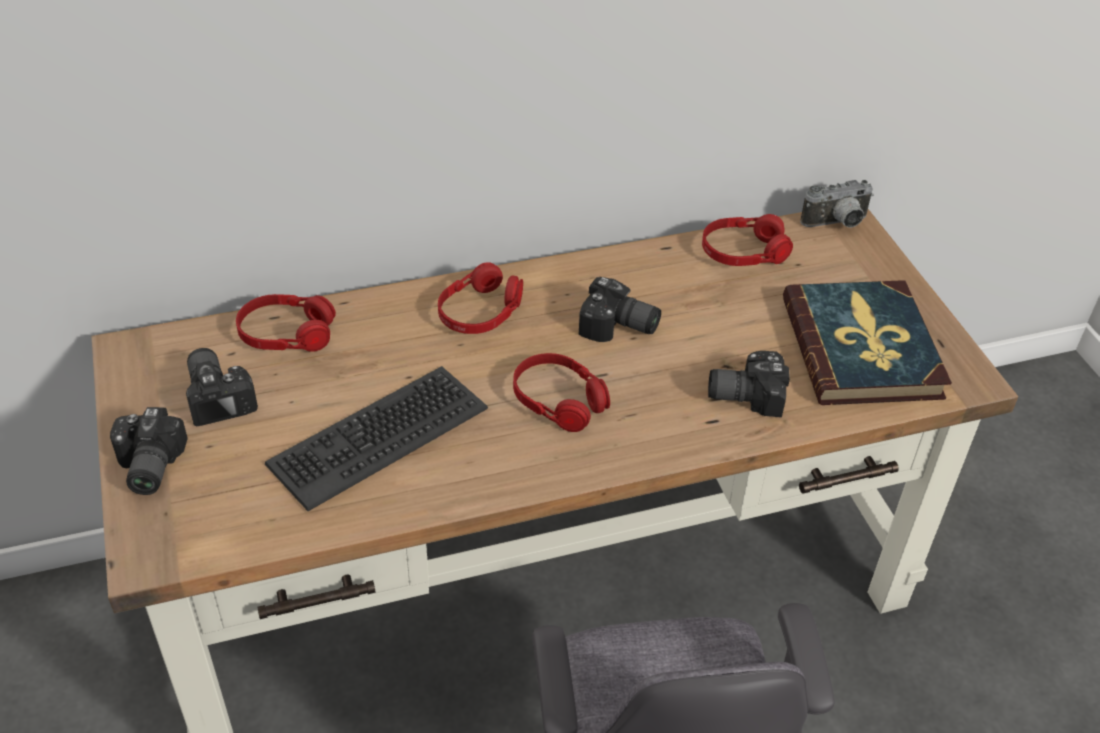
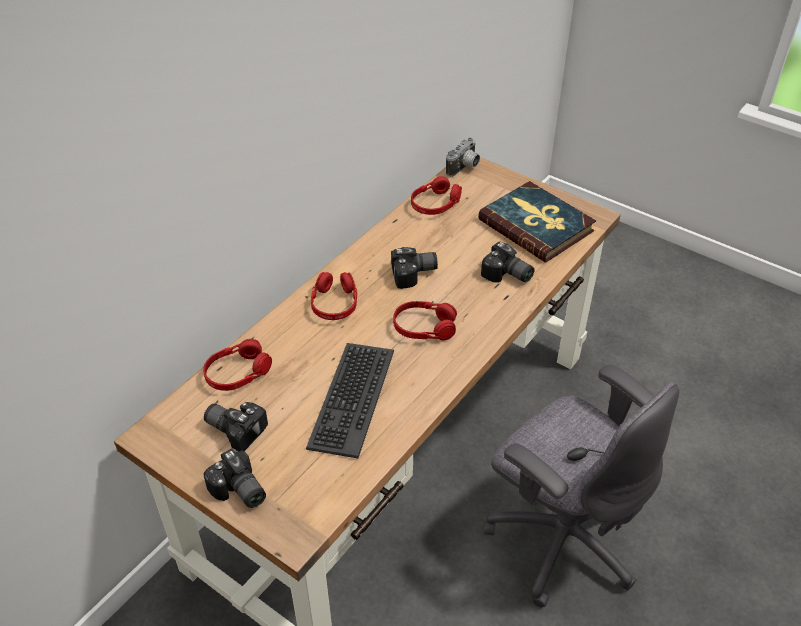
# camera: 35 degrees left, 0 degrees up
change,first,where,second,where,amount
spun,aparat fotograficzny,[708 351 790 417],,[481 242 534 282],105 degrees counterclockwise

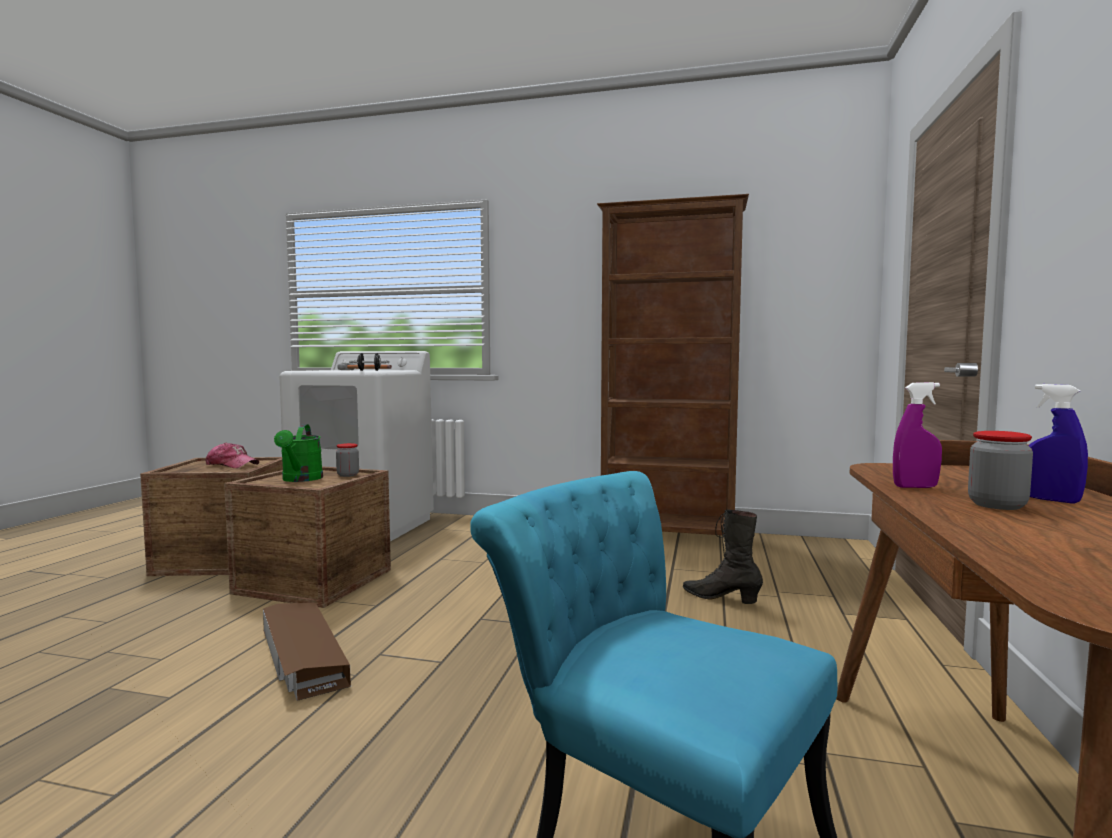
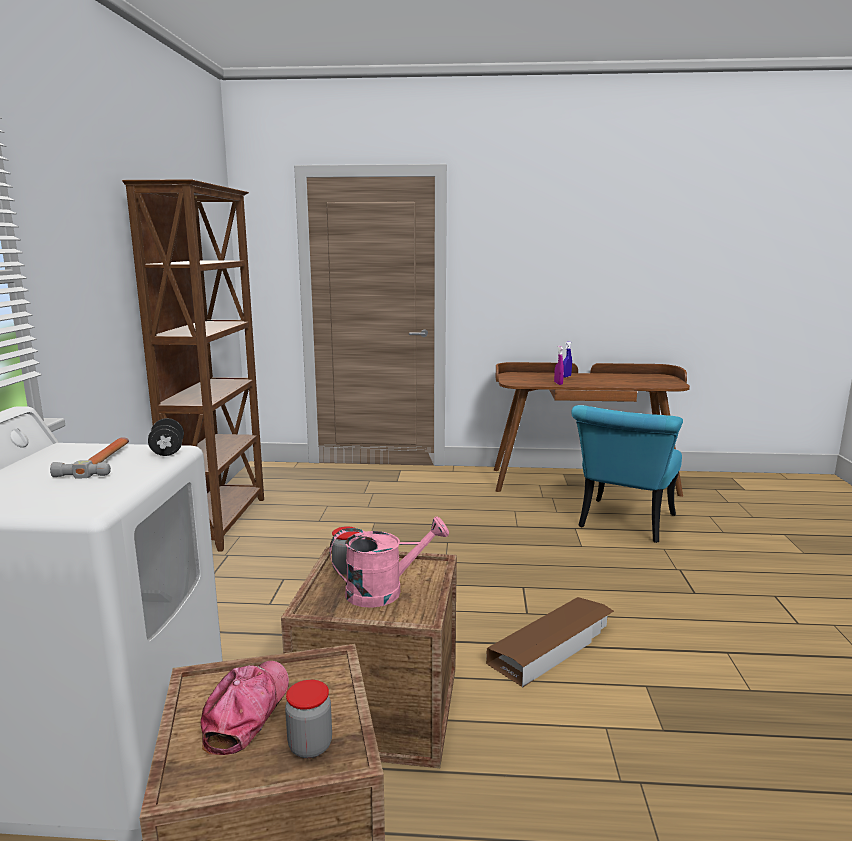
# camera: 100 degrees left, 10 degrees up
change,first,where,second,where,amount
missing,but z cholewką/czarny,[683 509 763 604],,,
relocated,słoik,[968 431 1033 510],,[285 680 332 758],
colour,konewka/zielony,[274 424 323 482],konewka/różowy,[329 517 449 608],

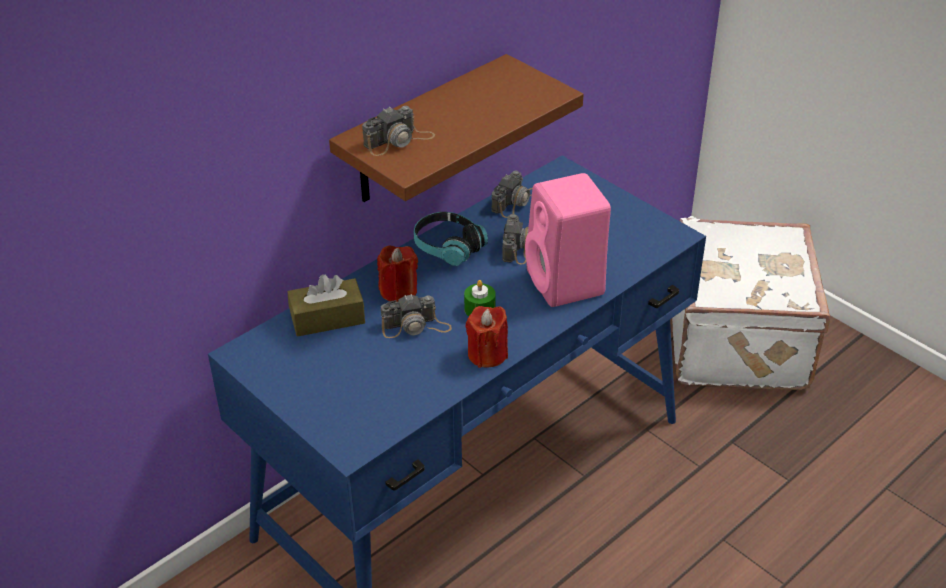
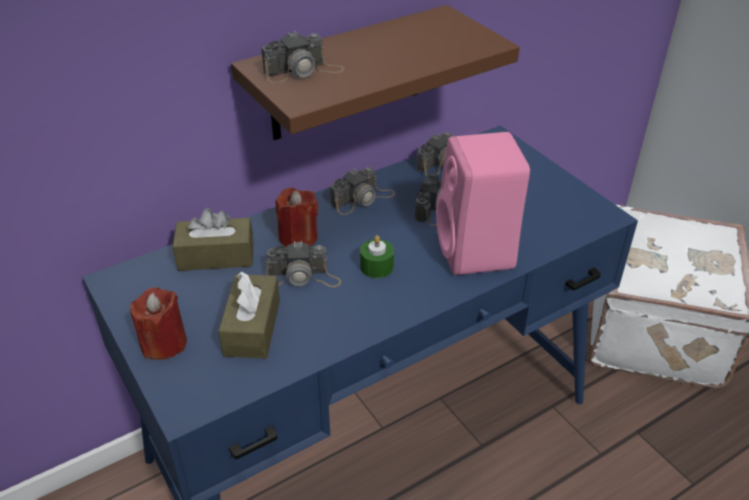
# camera: 10 degrees right, 0 degrees up
change,first,where,second,where,amount
appeared,,,pudełko chusteczek/brązowy,[218 272 280 358],
relocated,świeca/czerwony,[465 306 508 368],,[130 288 187 360],
exchanged,słuchawki,[414 212 488 266],aparat fotograficzny,[330 167 395 215],

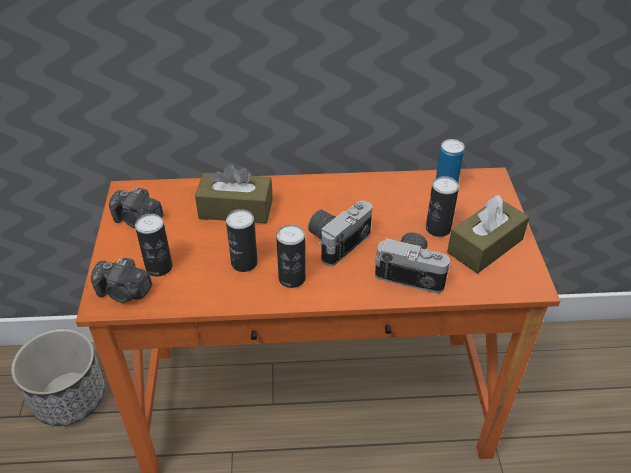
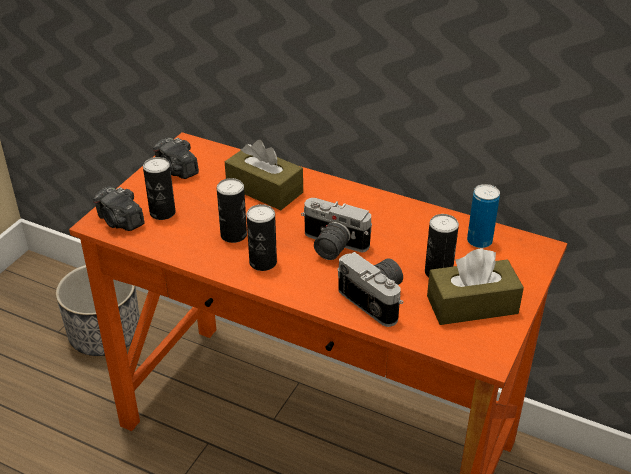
# camera: 30 degrees right, 5 degrees down
change,first,where,second,where,amount
spun,aparat fotograficzny,[308 201 372 267],,[301 198 372 260],135 degrees counterclockwise

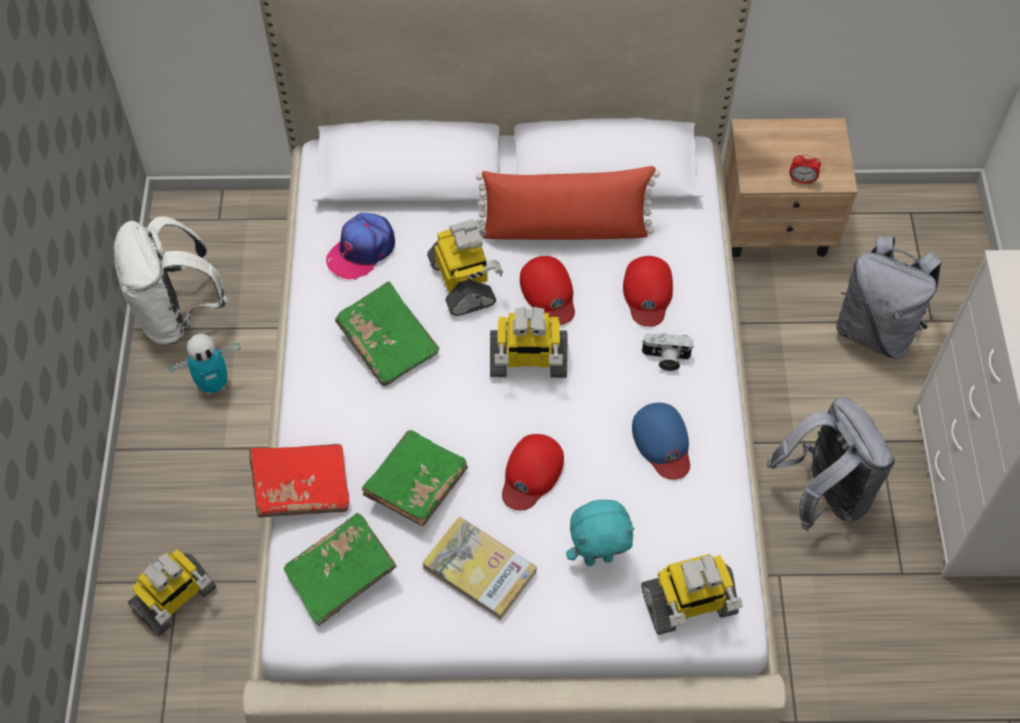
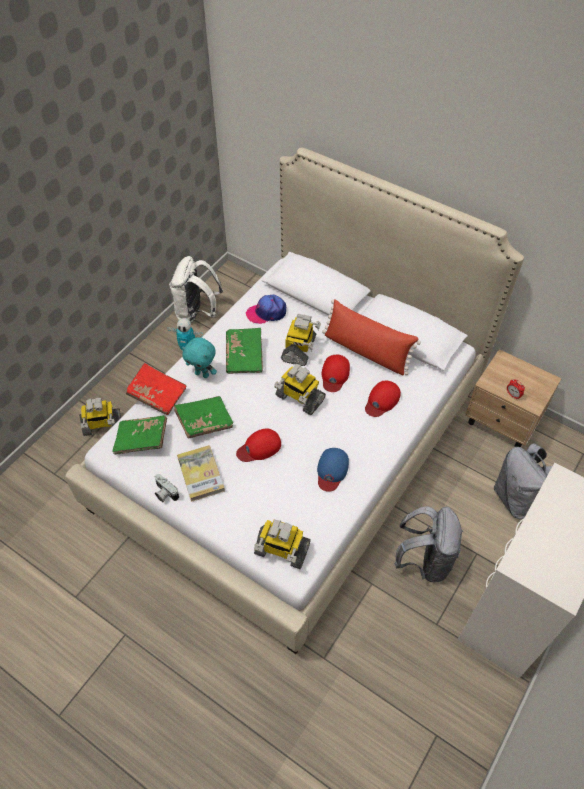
# camera: 35 degrees right, 5 degrees down
change,first,where,second,where,amount
relocated,pluszak/turkusowy,[566 500 635 566],,[182 337 217 378],
relocated,aparat fotograficzny,[641 333 694 371],,[155 474 179 502],

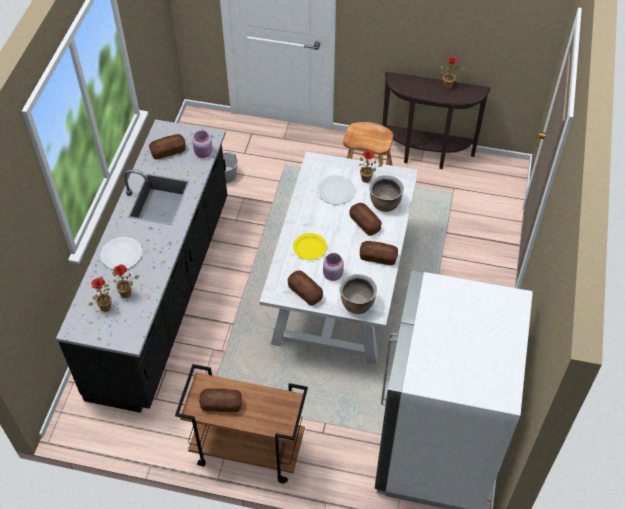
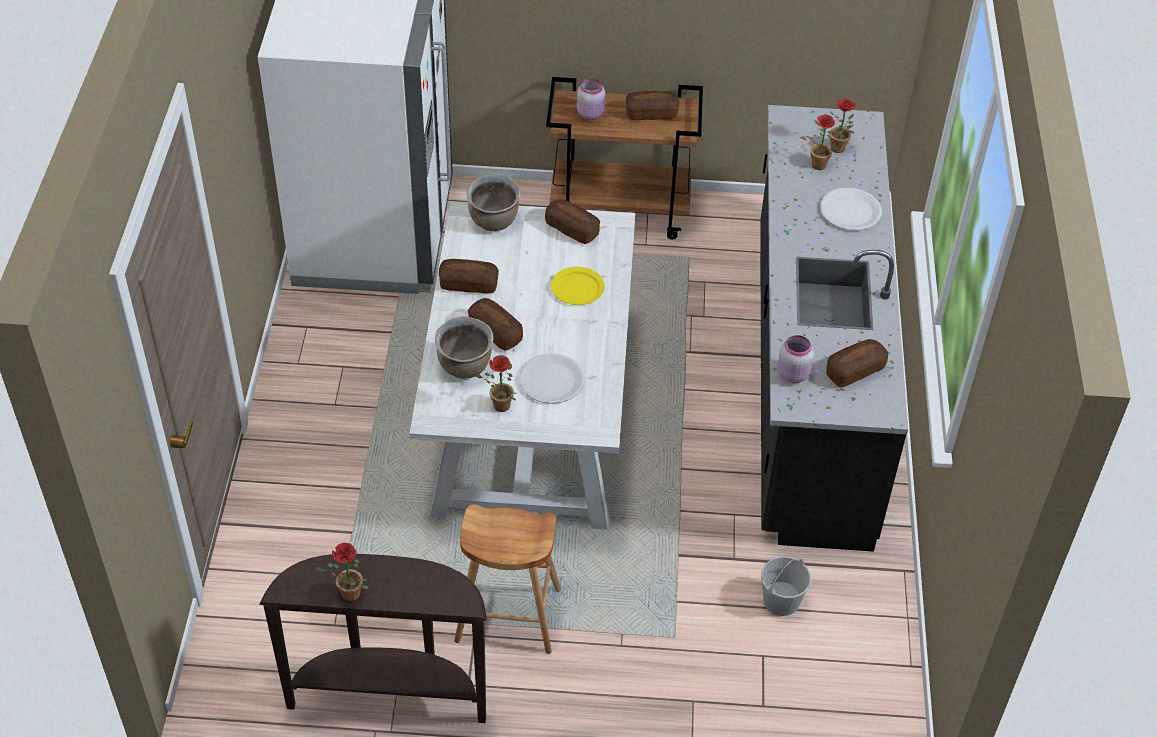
# camera: 170 degrees right, 5 degrees down
change,first,where,second,where,amount
relocated,słoik/różowy,[323 253 344 281],,[577 78 605 120],

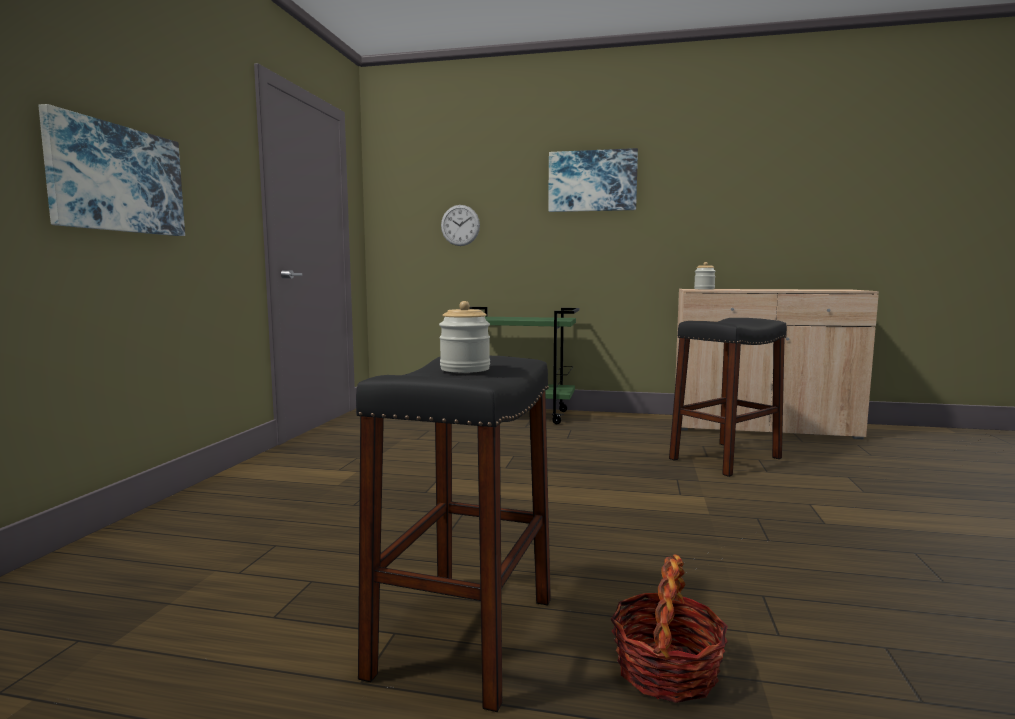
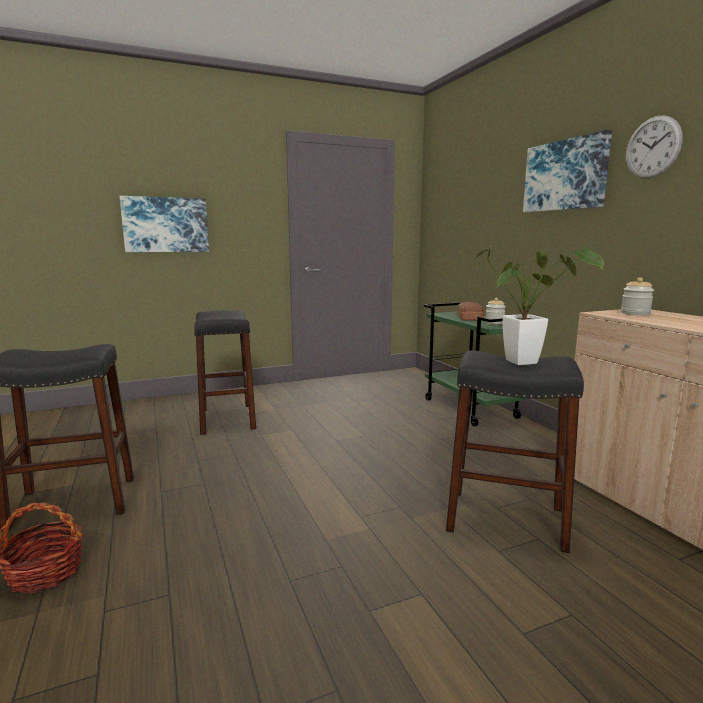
# camera: 55 degrees right, 5 degrees up
change,first,where,second,where,amount
appeared,,,stołek/czarny,[194 310 256 435],
appeared,,,chleb,[457 302 484 321],
appeared,,,roślina doniczkowa,[474 245 604 365],
relocated,słoik,[439 301 490 373],,[485 298 506 325],
relocated,zegar ścienny,[441 205 480 246],,[626 115 683 179],

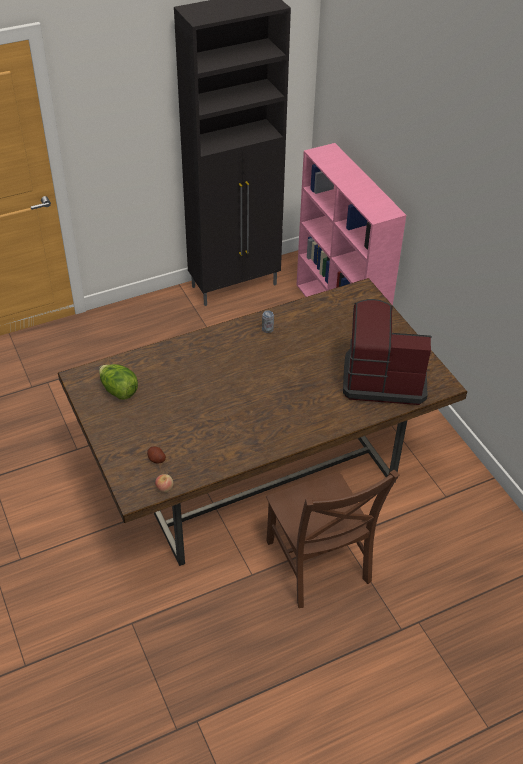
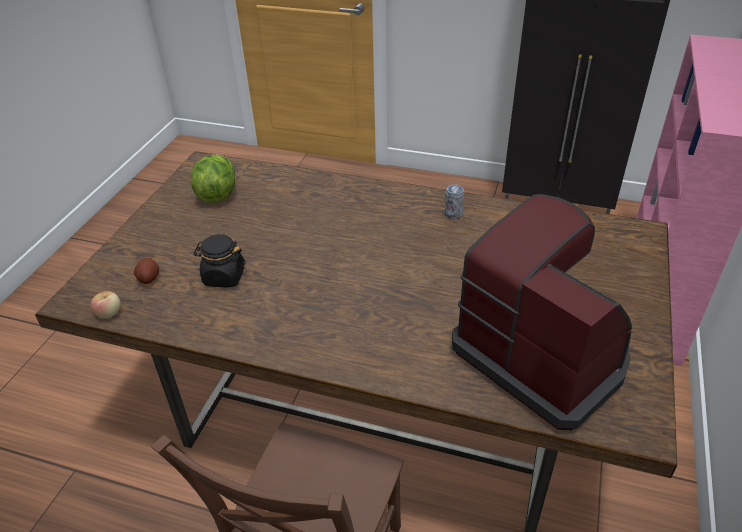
# camera: 45 degrees right, 5 degrees down
change,first,where,second,where,amount
appeared,,,słoik/czarny,[193 234 246 287],

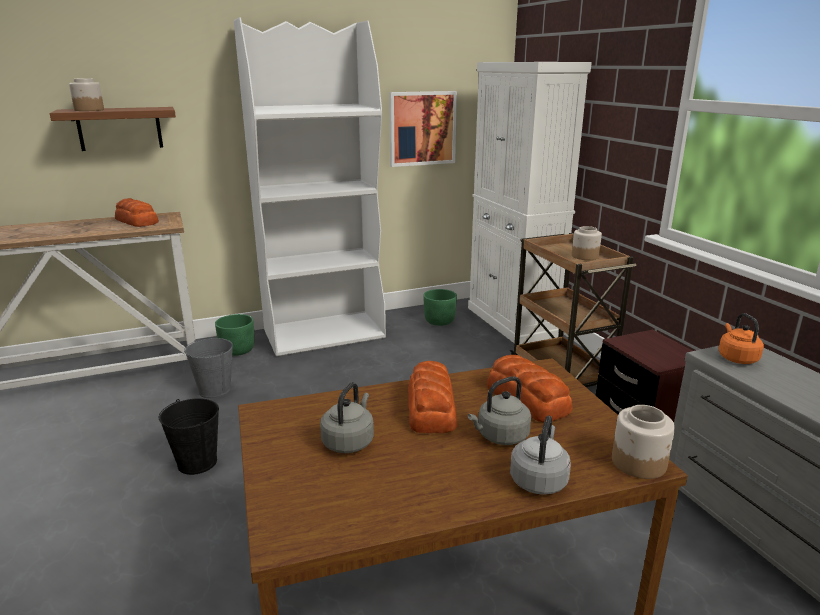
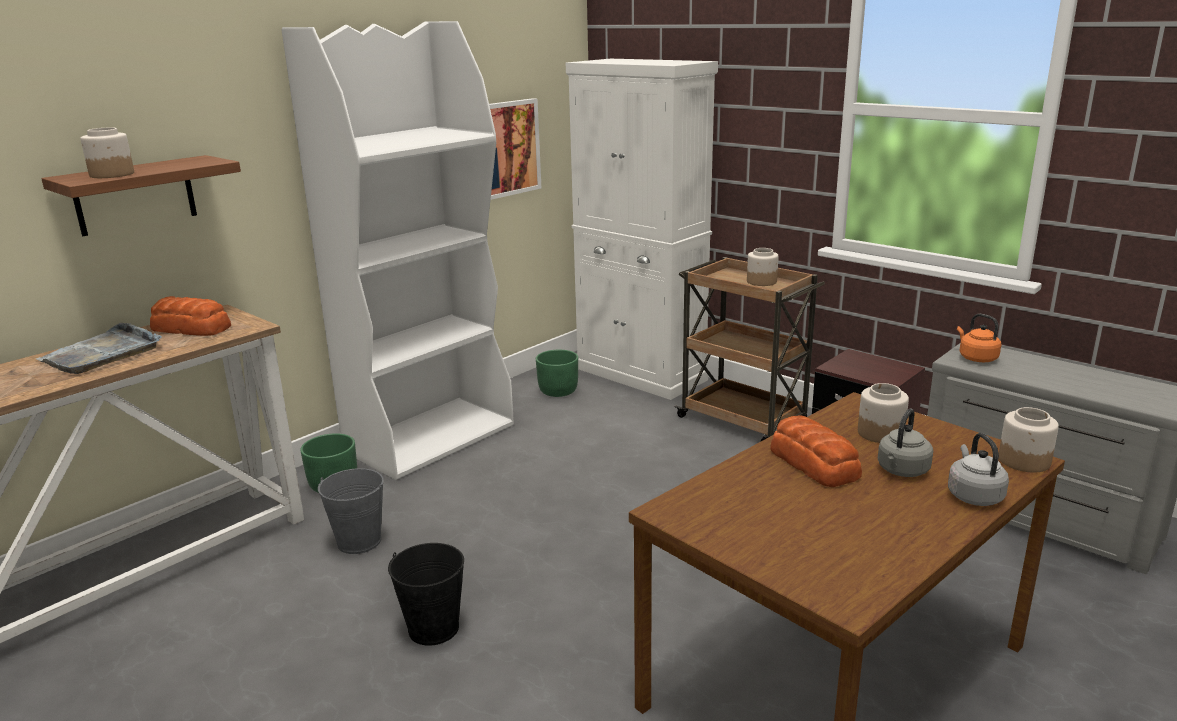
# camera: 25 degrees left, 0 degrees up
change,first,where,second,where,amount
missing,czajnik/szary,[320 382 374 453],,,
appeared,,,taca/szary,[36 323 162 374],
exchanged,chleb,[487 355 572 422],słoik,[858 383 909 443],

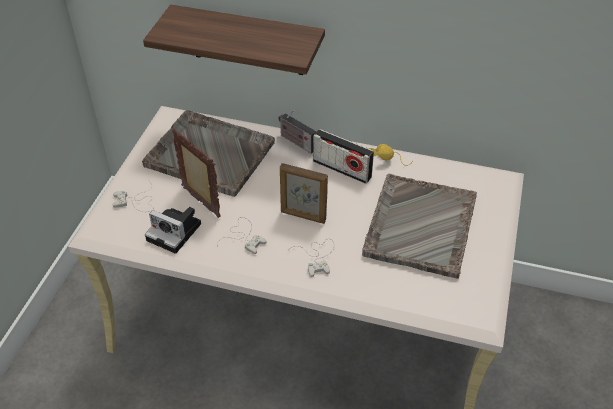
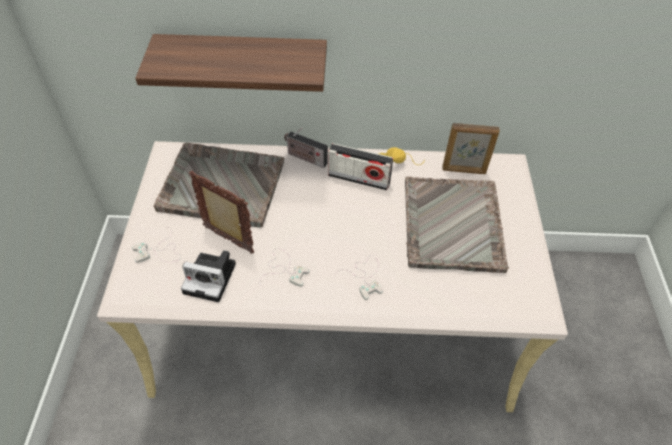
# camera: 15 degrees left, 5 degrees up
change,first,where,second,where,amount
relocated,ramka na zdjęcie,[280 163 328 224],,[442 123 500 174],

